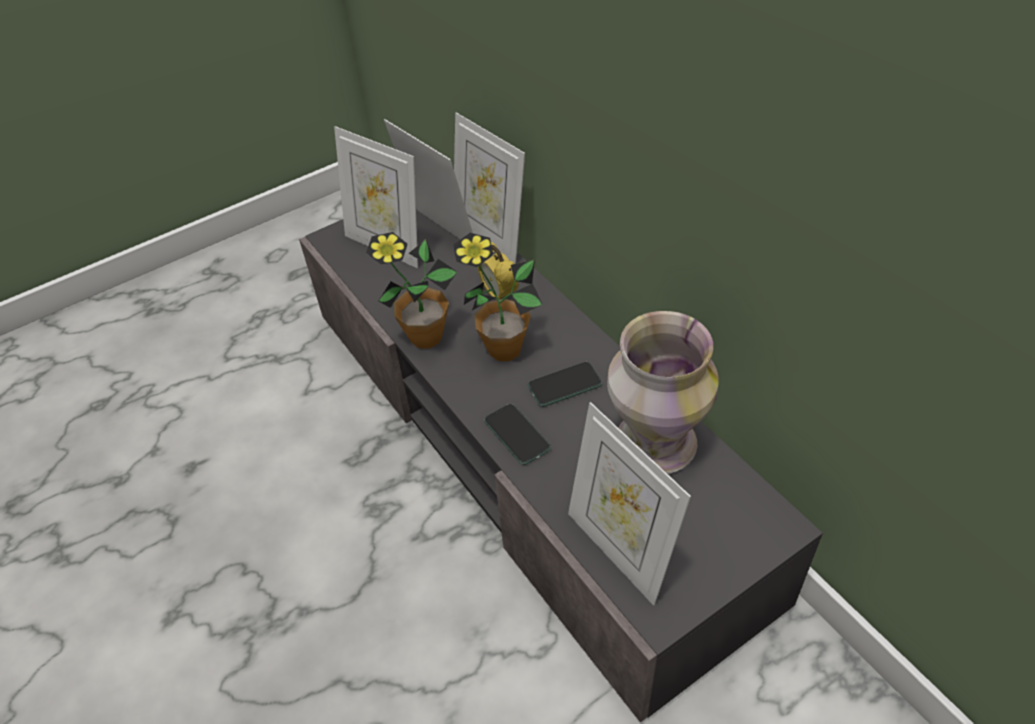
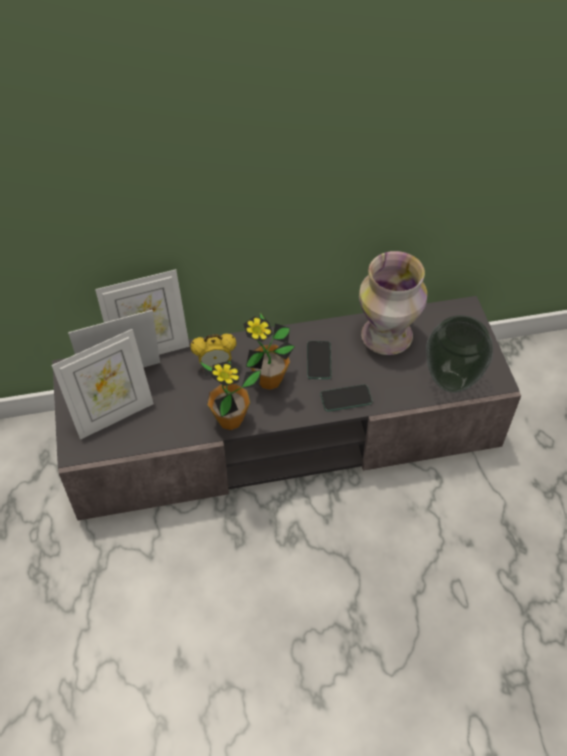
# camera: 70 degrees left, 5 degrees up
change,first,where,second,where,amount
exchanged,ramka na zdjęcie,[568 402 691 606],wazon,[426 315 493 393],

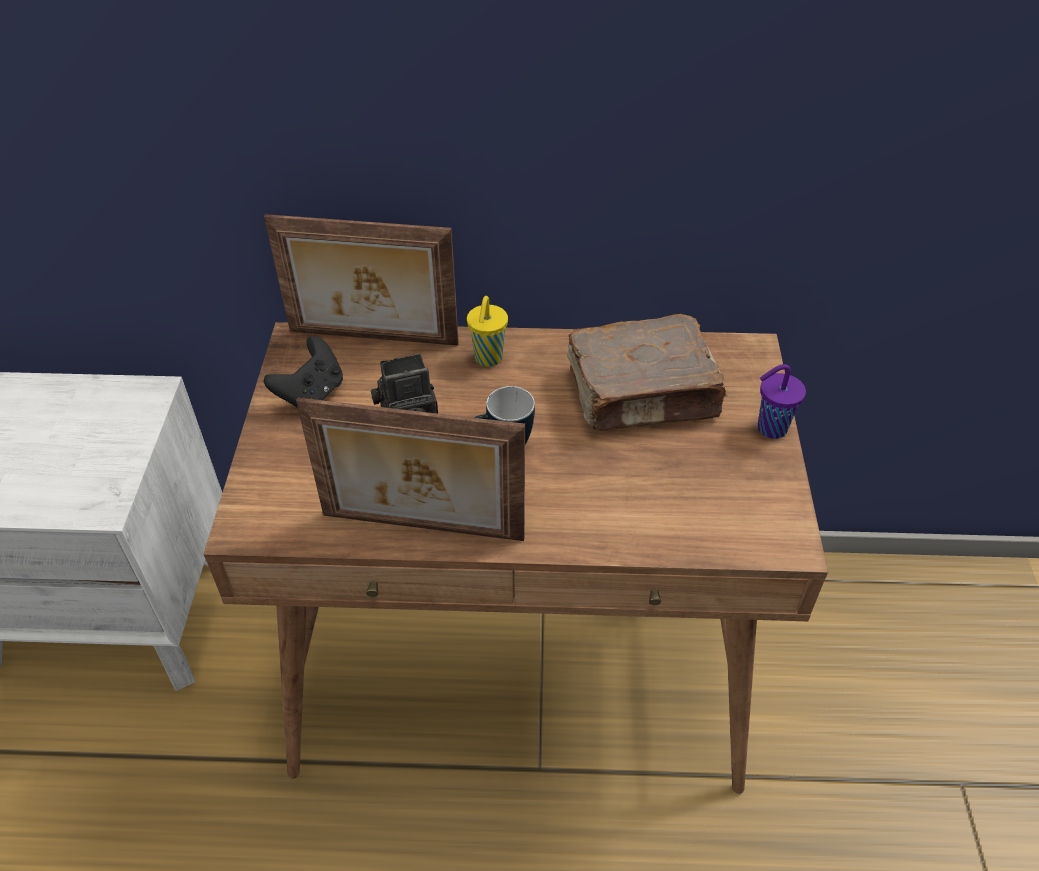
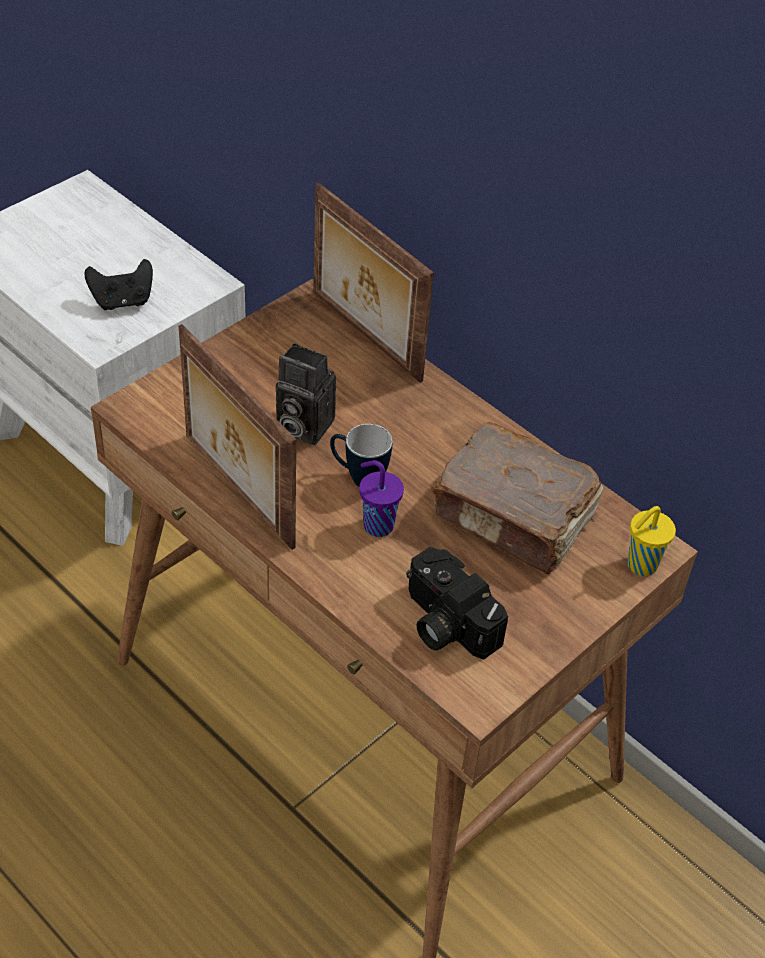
# camera: 40 degrees right, 0 degrees up
change,first,where,second,where,amount
appeared,,,aparat fotograficzny,[406 547 508 660],
relocated,pad do gier/czarny,[263 336 343 408],,[85 259 153 310],
relocated,filiżanka/żółty,[467 296 508 367],,[627 506 676 576],
relocated,filiżanka/fioletowy,[758 364 806 439],,[359 460 404 537],

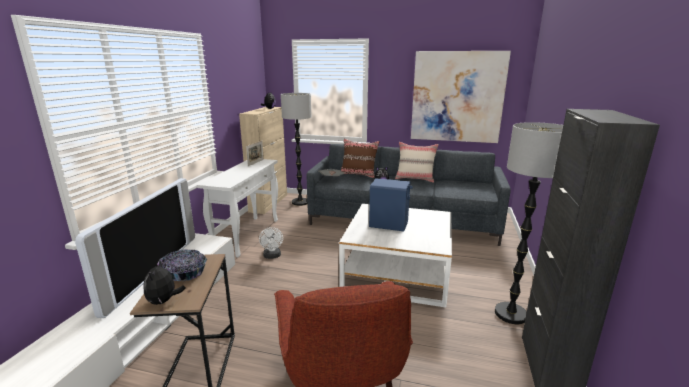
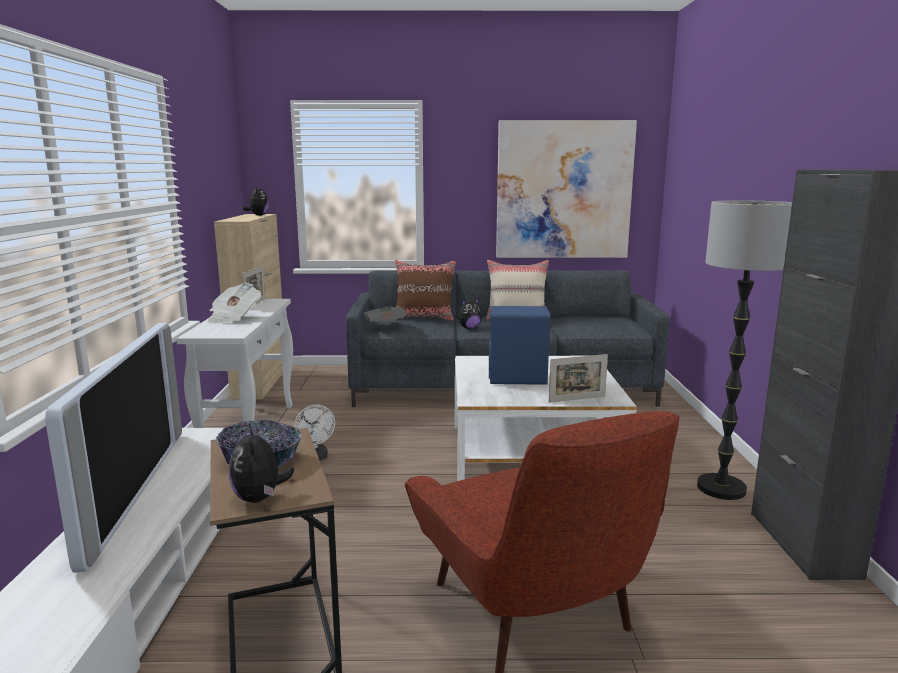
# camera: 15 degrees left, 5 degrees down
change,first,where,second,where,amount
missing,lampa stojąca,[281 93 311 206],,,
appeared,,,gazeta,[208 283 261 324],
appeared,,,ramka na zdjęcie,[549 354 608 403],

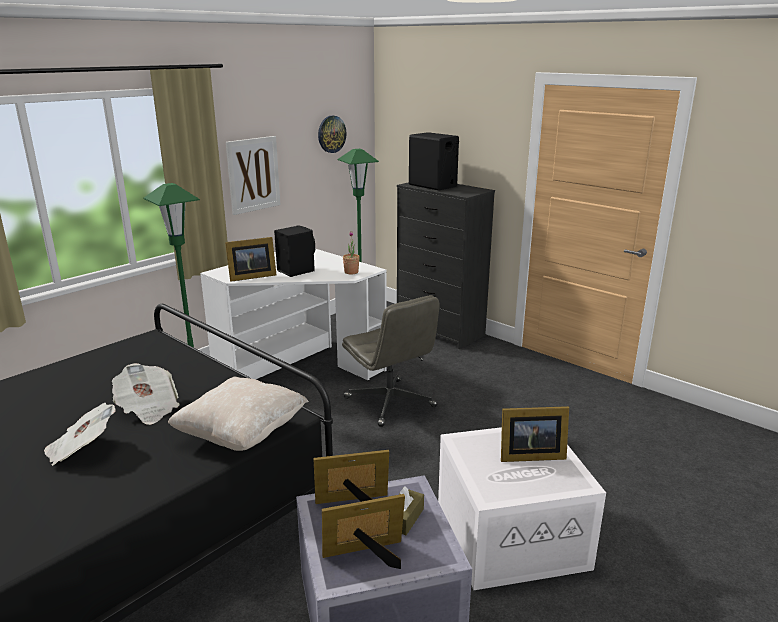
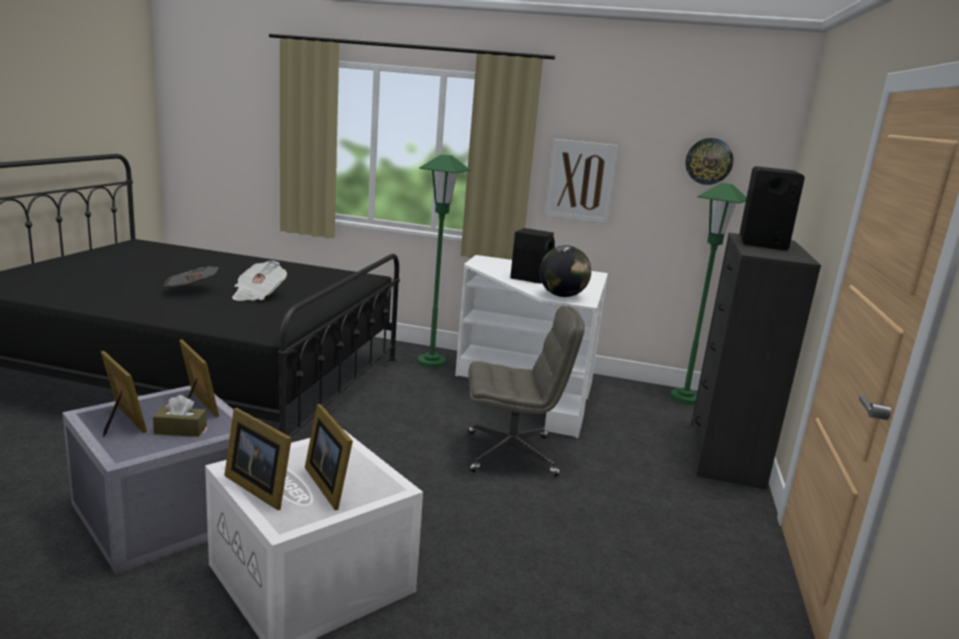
# camera: 60 degrees right, 5 degrees down
change,first,where,second,where,amount
missing,poduszka/beżowy,[168 376 309 451],,,
relocated,ramka na zdjęcie,[225 237 277 282],,[224 408 292 510],
exchanged,roślina doniczkowa,[343 231 360 274],globus,[539 245 591 297],
spun,krzesło biurowe/szary,[342 295 440 427],,[467 306 585 477],120 degrees counterclockwise

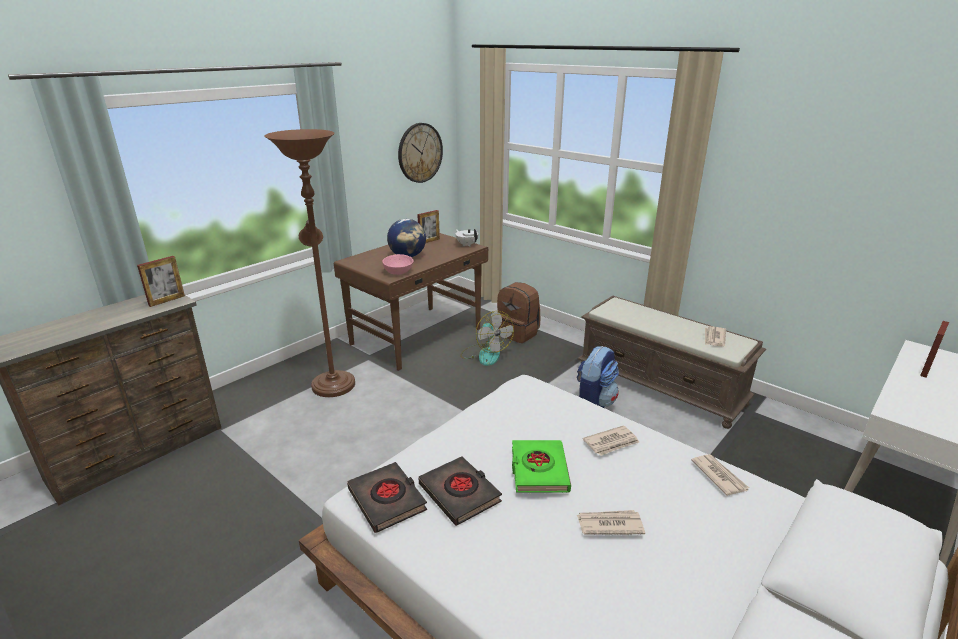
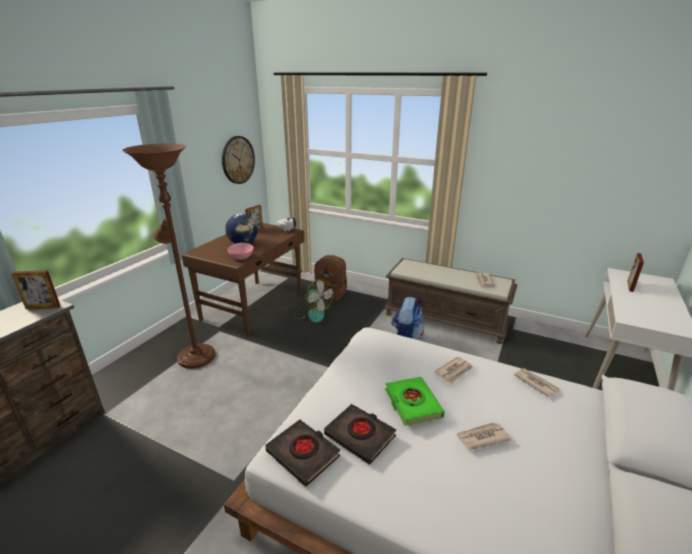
# camera: 15 degrees left, 0 degrees up
change,first,where,second,where,amount
spun,ramka na zdjęcie,[137 256 185 307],,[11 270 61 309],60 degrees clockwise

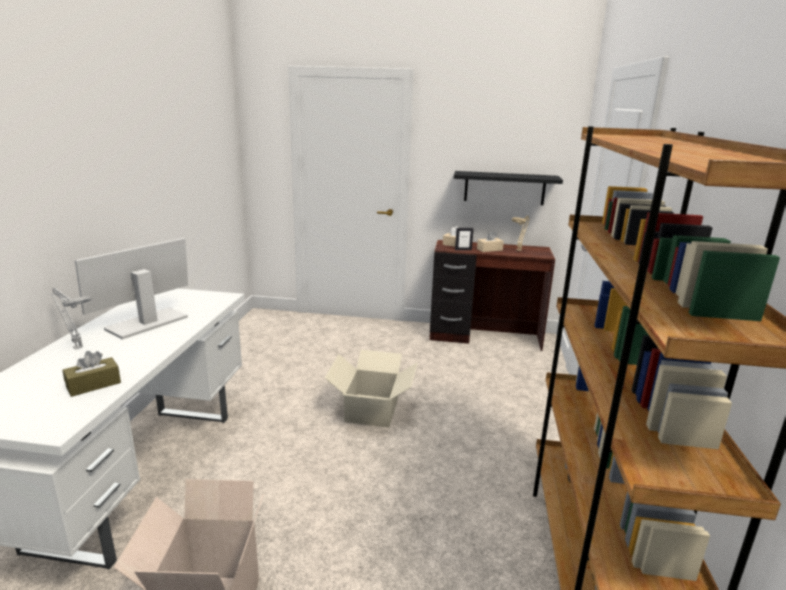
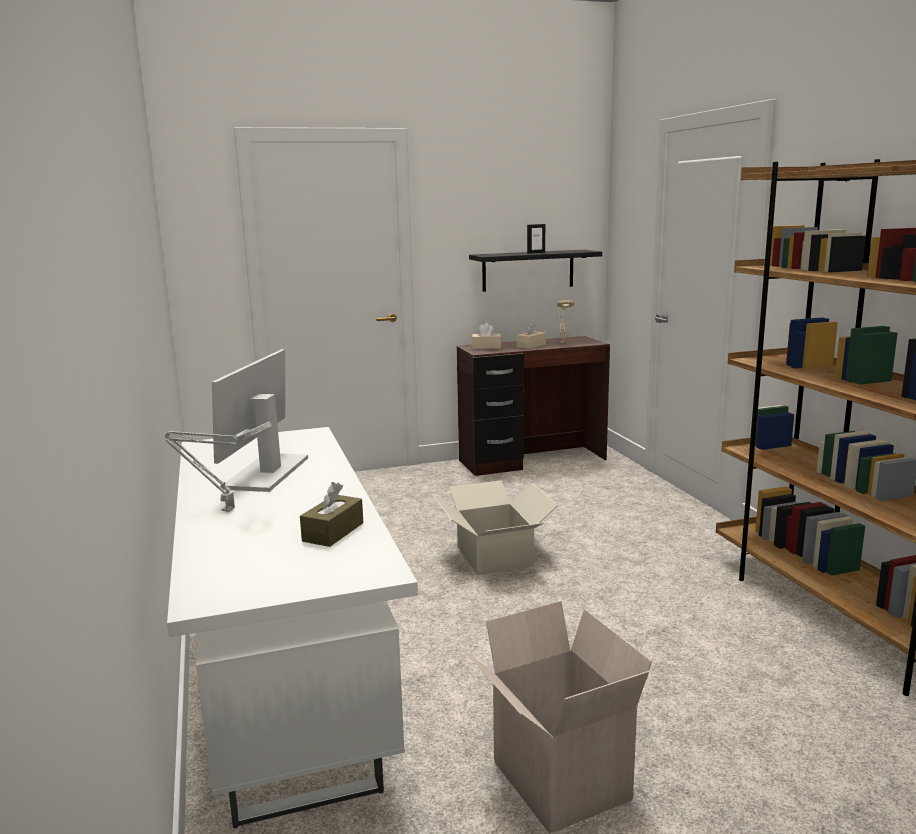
# camera: 25 degrees left, 5 degrees down
change,first,where,second,where,amount
relocated,ramka na zdjęcie,[455 228 474 250],,[527 224 545 254],

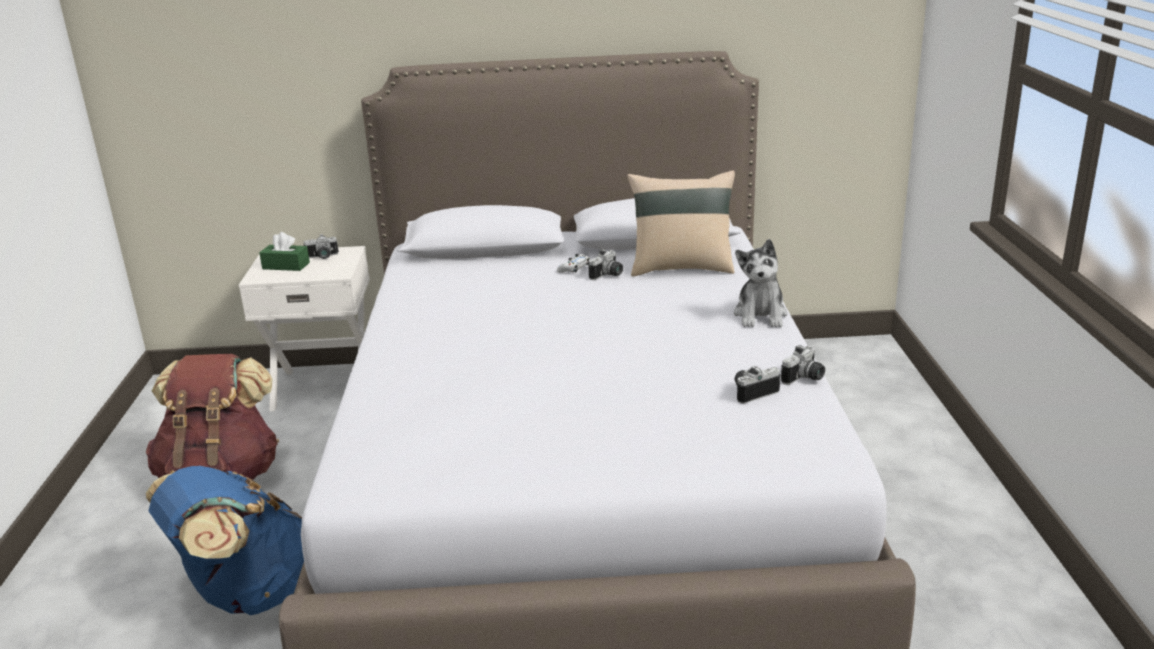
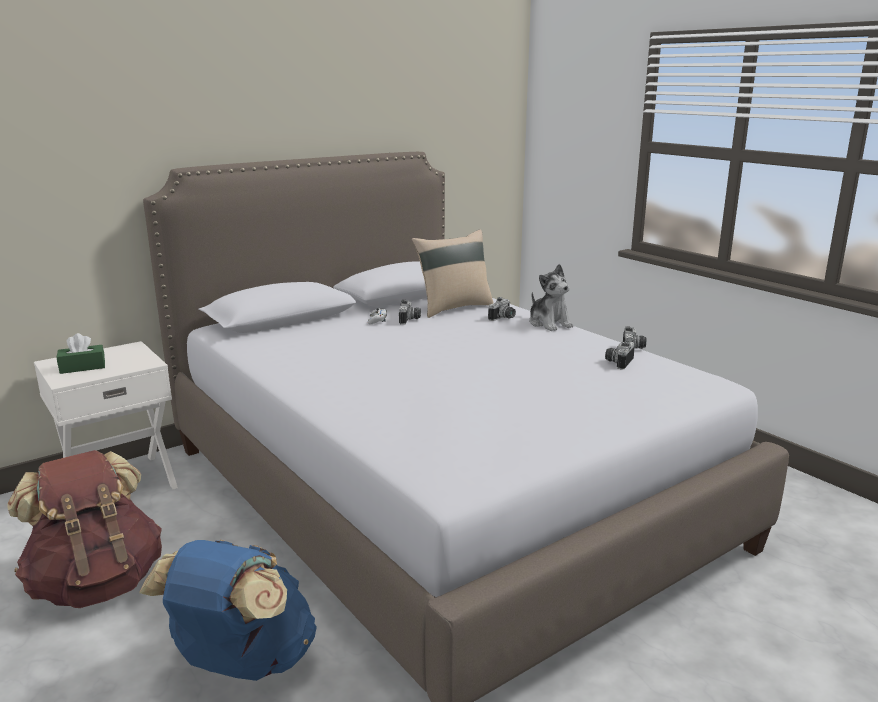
# camera: 35 degrees left, 5 degrees down
change,first,where,second,where,amount
relocated,aparat fotograficzny,[303 233 339 259],,[488 297 516 321],

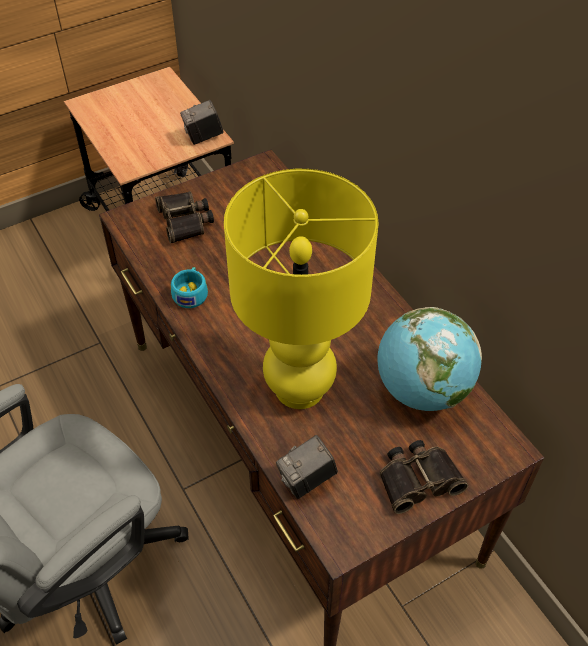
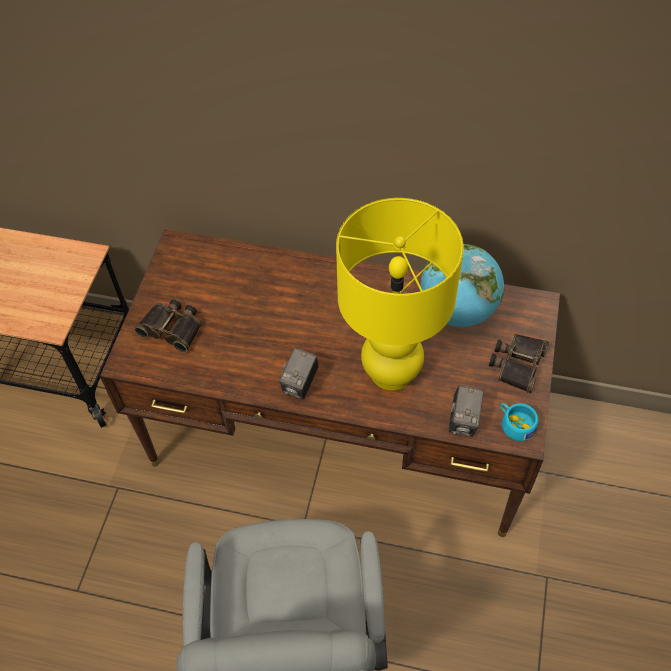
# camera: 45 degrees left, 5 degrees up
change,first,where,second,where,amount
relocated,filiżanka/turkusowy,[171 267 208 308],,[500 403 539 441],
relocated,aparat fotograficzny,[180 100 224 145],,[280 347 319 400],

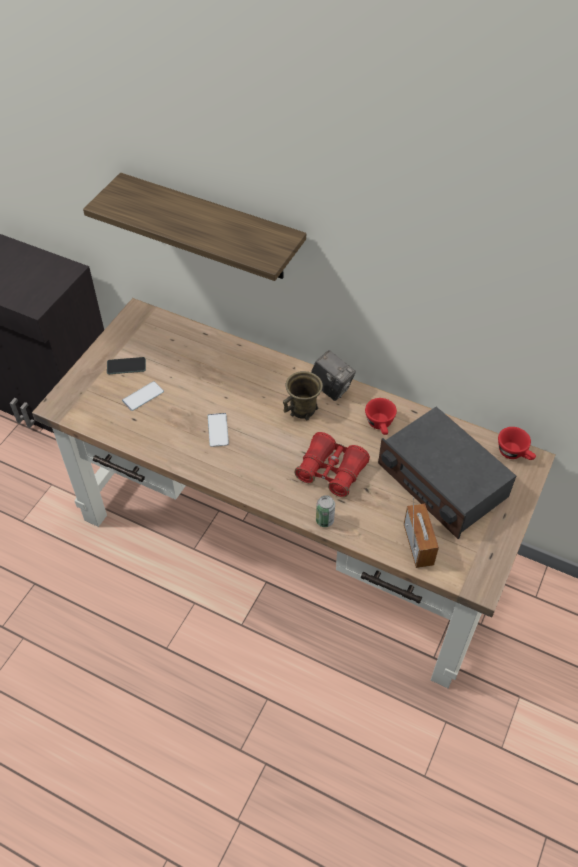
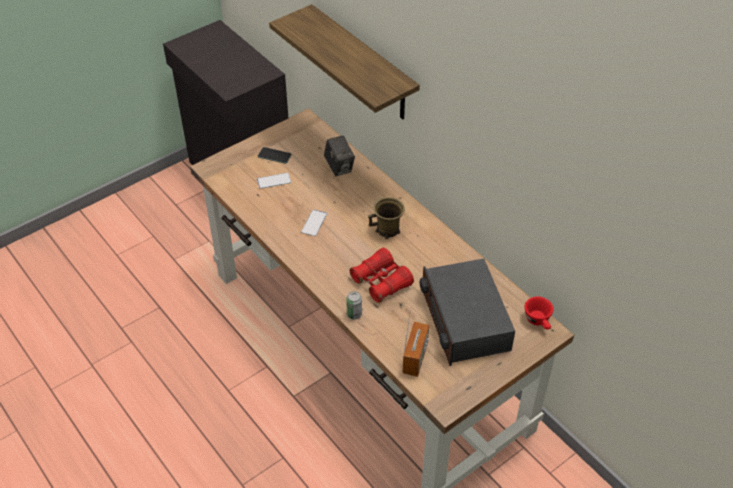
# camera: 25 degrees right, 5 degrees down
change,first,where,second,where,amount
missing,filiżanka/czerwony,[365 398 397 435],,,
relocated,aparat fotograficzny,[311 350 356 401],,[324 136 355 176],

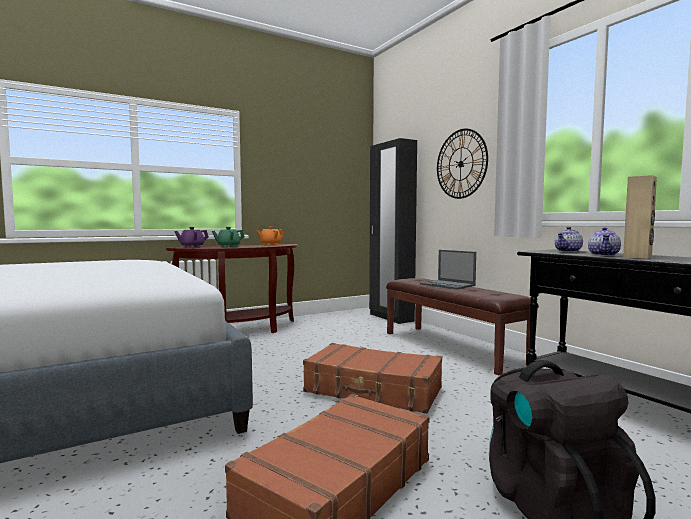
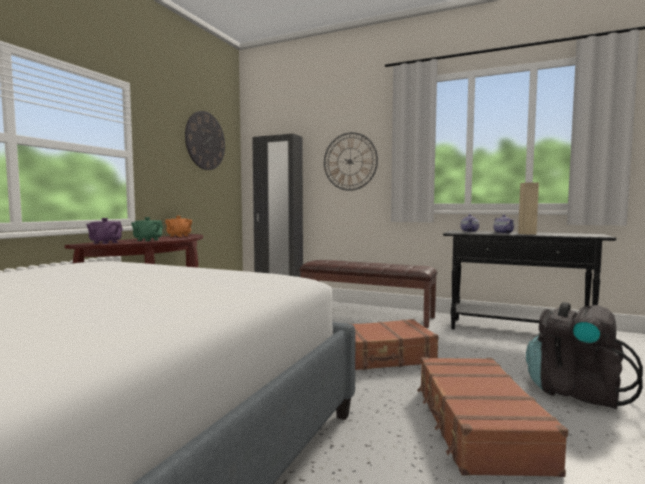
# camera: 35 degrees left, 0 degrees up
change,first,where,second,where,amount
missing,laptop,[420 250 476 289],,,
appeared,,,zegar ścienny,[185 111 225 170],

